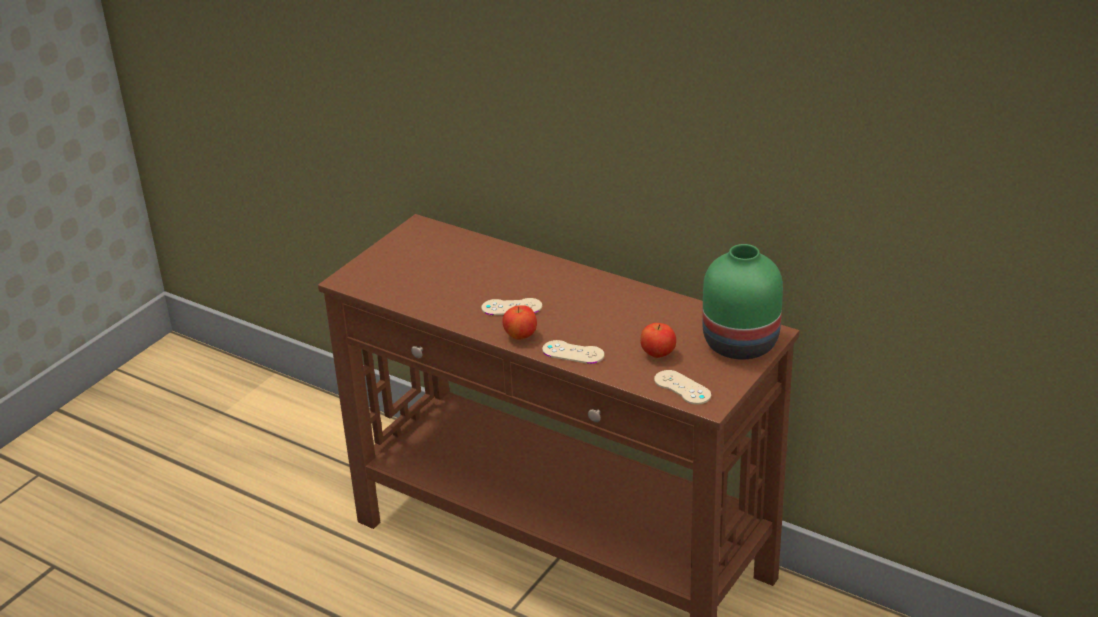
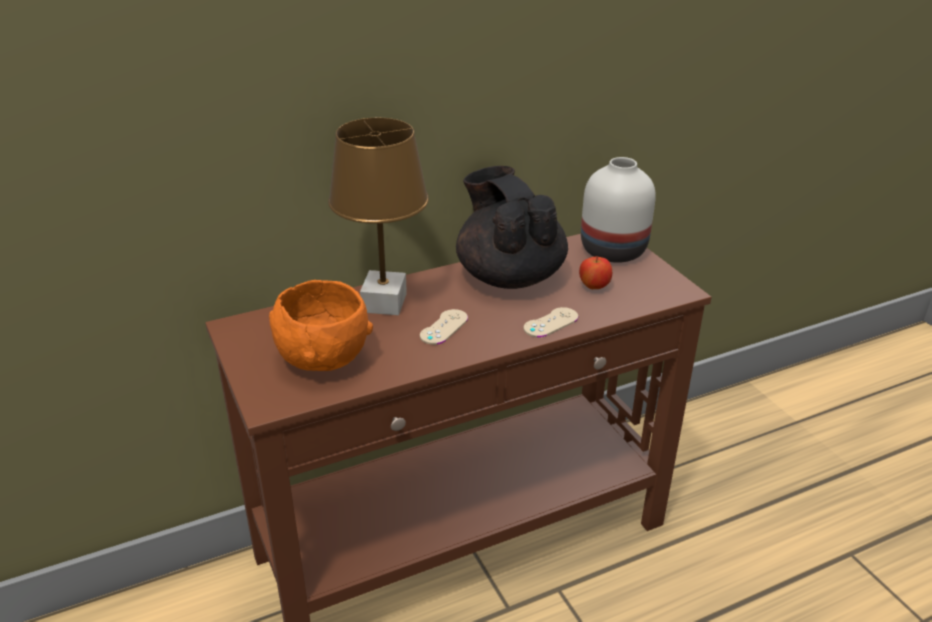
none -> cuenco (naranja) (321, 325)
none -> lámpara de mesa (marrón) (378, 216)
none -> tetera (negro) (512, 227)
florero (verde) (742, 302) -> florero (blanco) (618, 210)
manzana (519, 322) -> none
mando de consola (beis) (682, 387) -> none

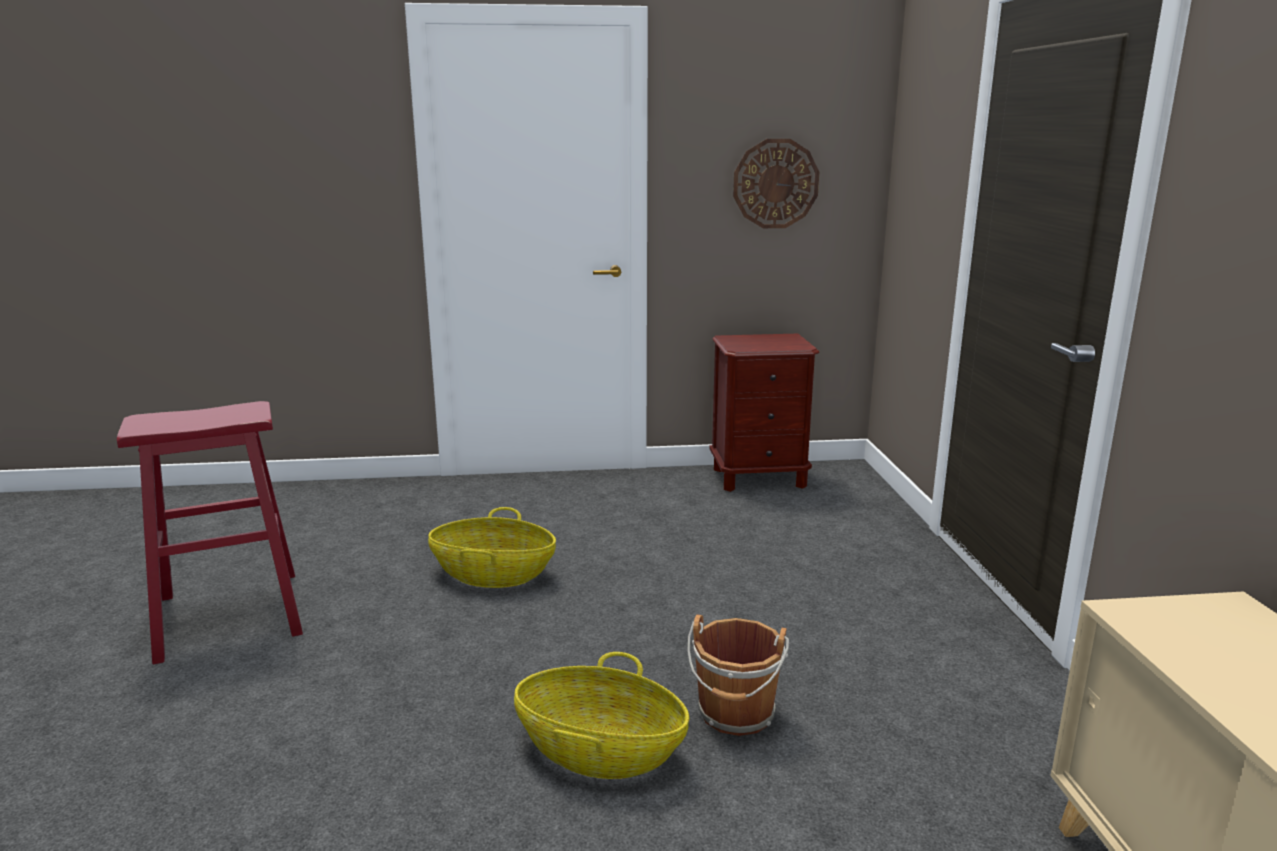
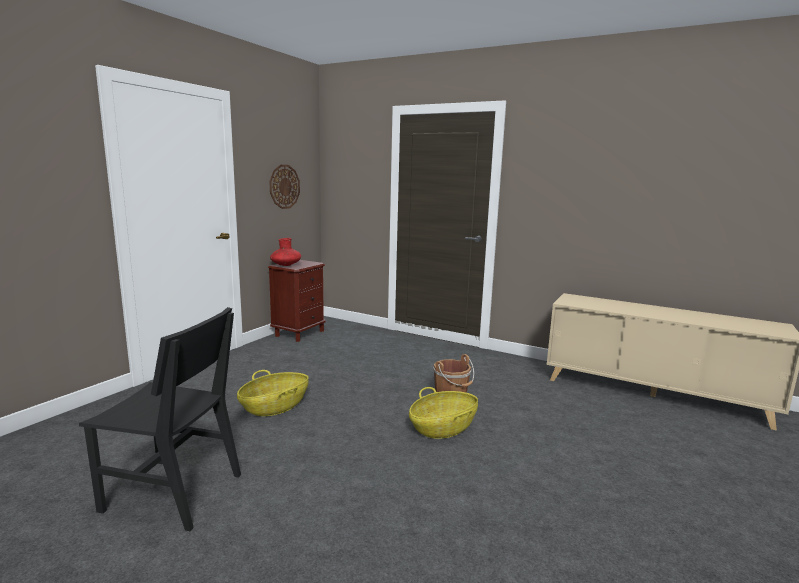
taburete (rojo) (210, 533) -> silla (negro) (160, 419)
none -> florero (rojo) (285, 252)

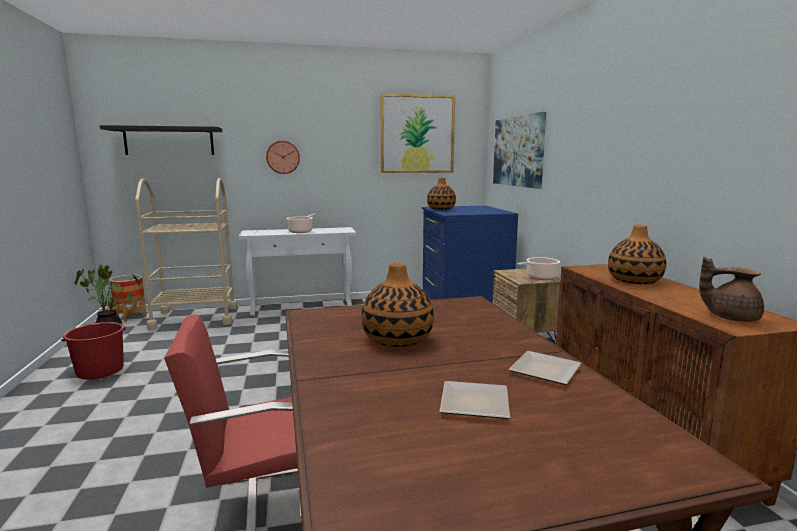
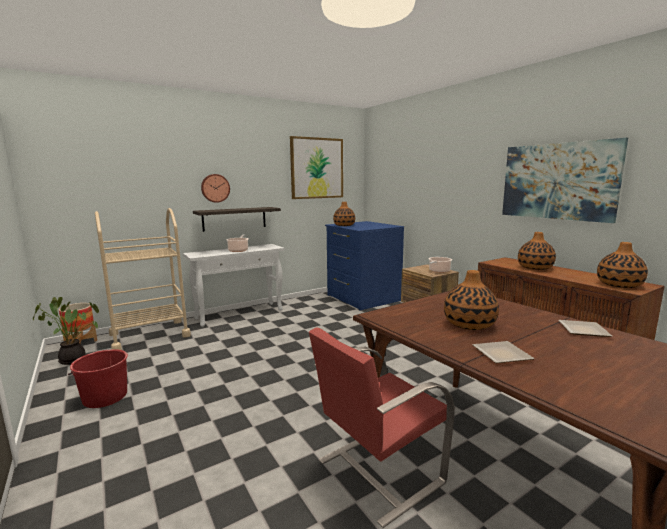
estante (161, 140) -> estante (237, 219), shifted
plato (475, 400) -> plato (503, 352), shifted
cuadro (519, 150) -> cuadro (565, 180), shifted
tetera (marrón) (731, 289) -> florero (622, 265)

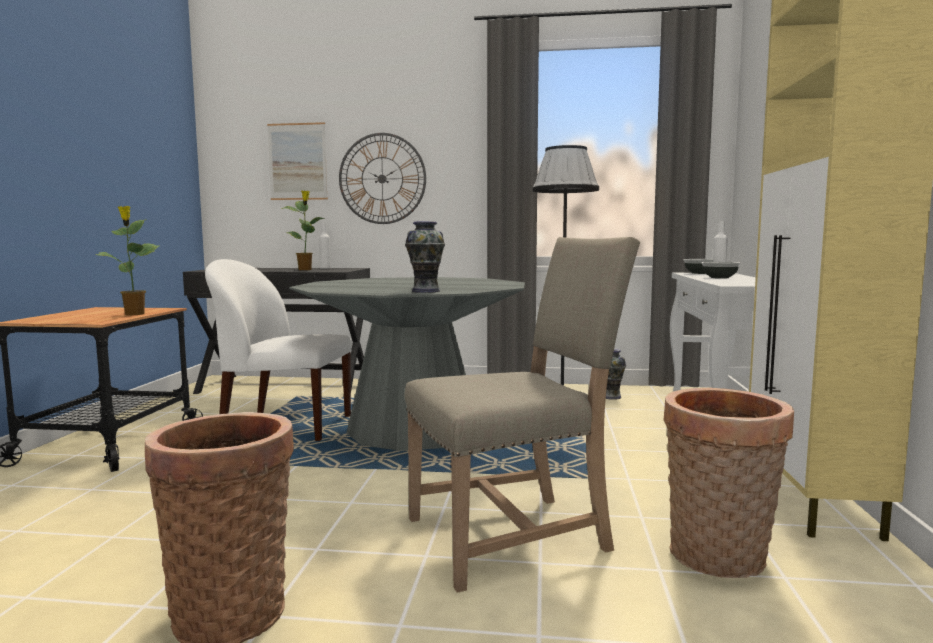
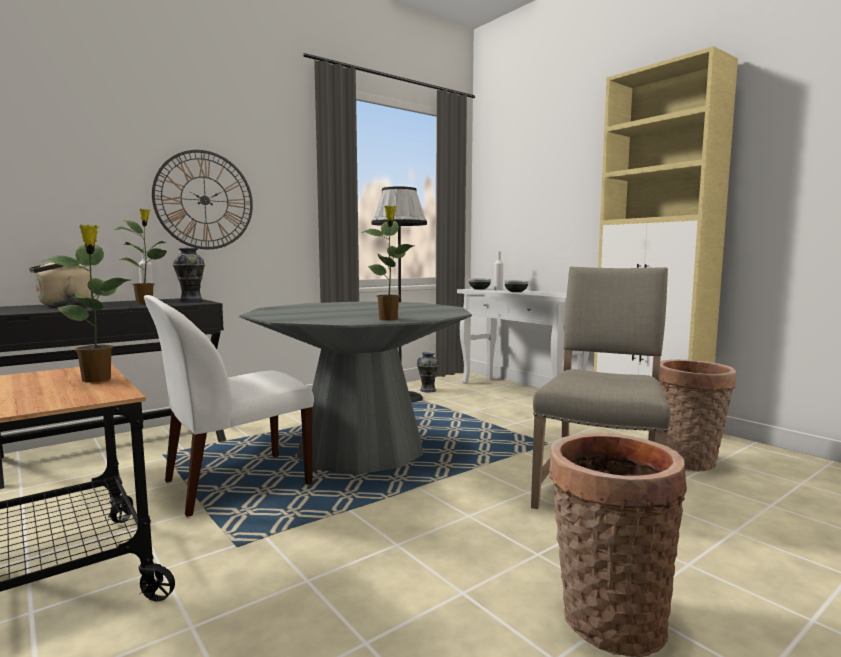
none -> hervidor (beis) (60, 284)
florero (425, 257) -> florero (188, 275), shifted
none -> planta en maceta (387, 263)
cuadro (297, 161) -> none

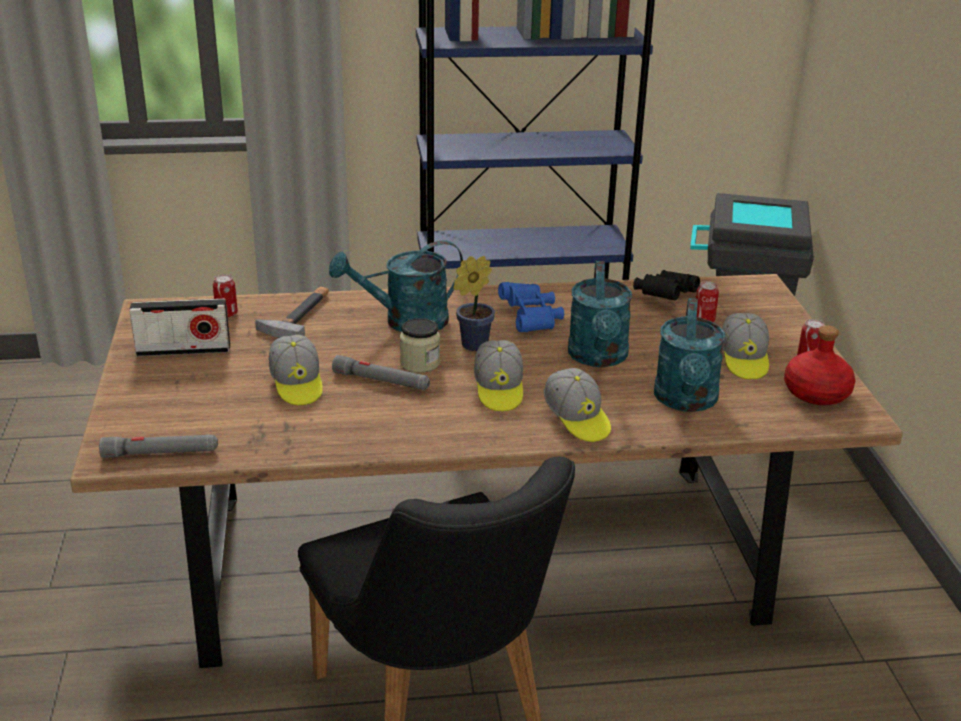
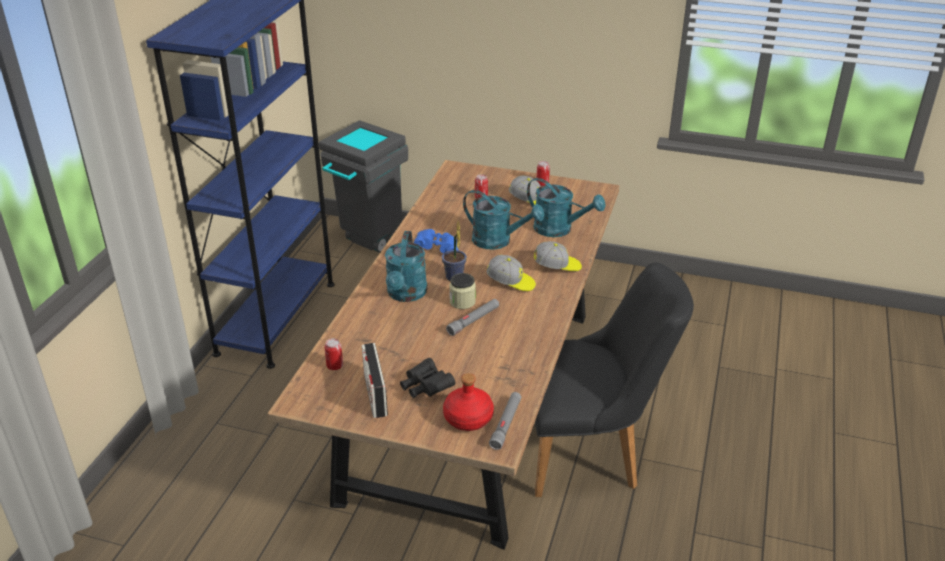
radio (179, 327) -> radio (374, 380), 150 degrees clockwise
prismáticos (negro) (666, 285) -> prismáticos (negro) (427, 378), shifted
botella (rojo) (819, 365) -> botella (rojo) (468, 402), shifted
martillo (292, 312) -> none
gorra (296, 370) -> none

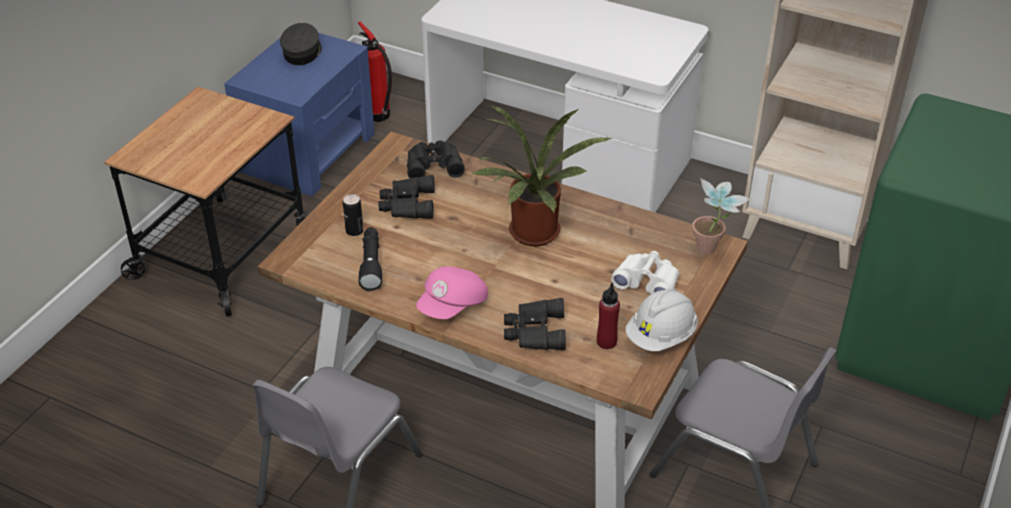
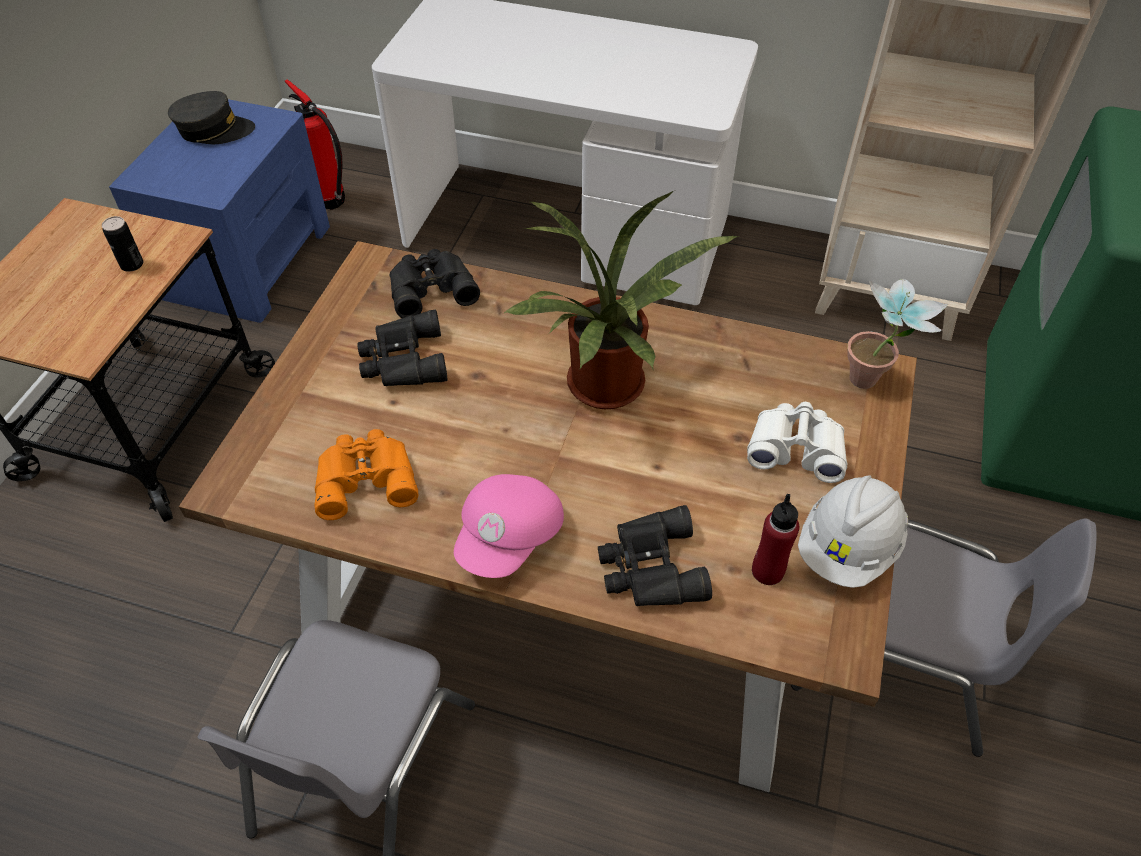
lata (353, 215) -> lata (122, 244), shifted
gorra (gris) (301, 44) -> gorra (gris) (211, 117), 90 degrees clockwise
linterna (negro) (370, 259) -> prismáticos (naranja) (366, 474)

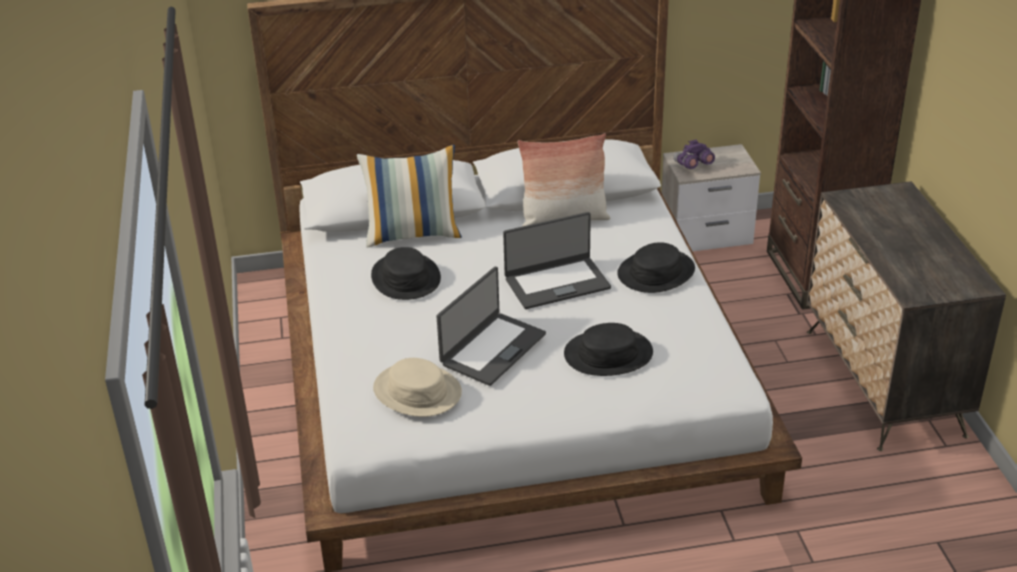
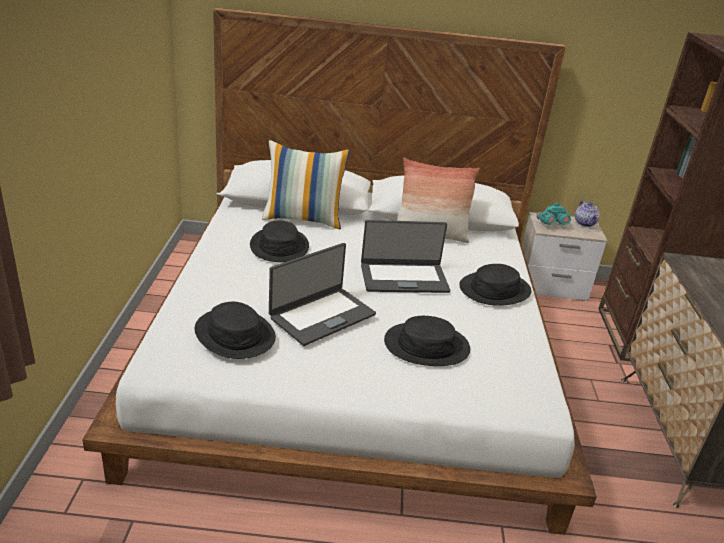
sombrero (beis) (417, 387) -> sombrero (negro) (235, 330)
prismáticos (morado) (694, 154) -> prismáticos (turquesa) (553, 214)
none -> tetera (587, 213)

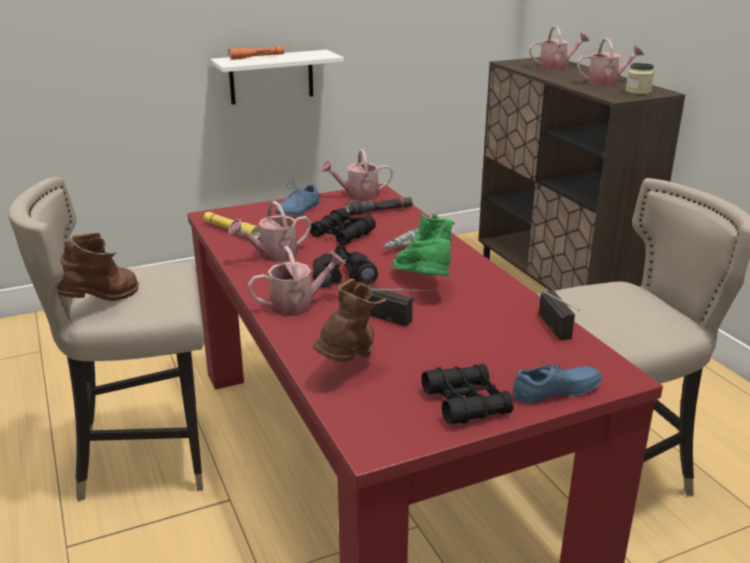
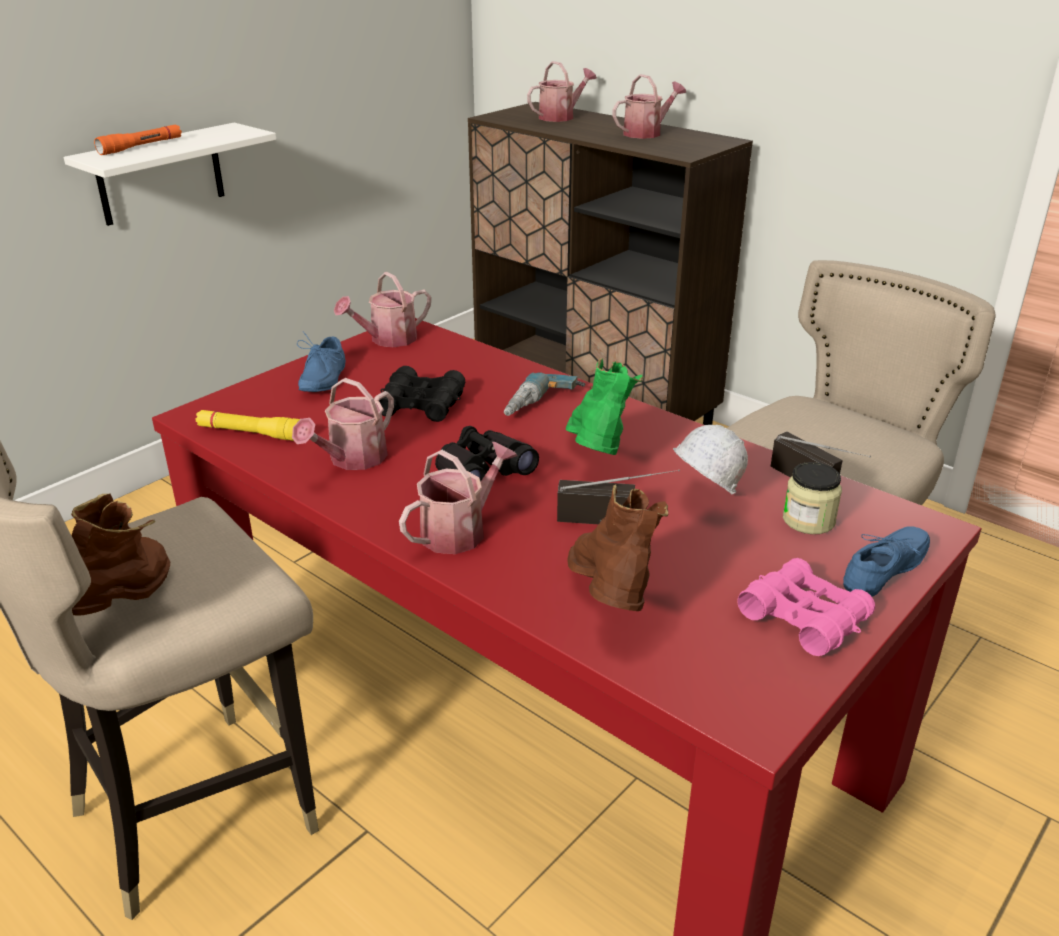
bota (verde) (423, 244) -> bota (verde) (605, 406), 45 degrees clockwise
none -> casco (blanco) (710, 460)
prismáticos (negro) (468, 394) -> prismáticos (rosa) (806, 607)
tarro (640, 78) -> tarro (812, 498), shifted
linterna (negro) (379, 206) -> none

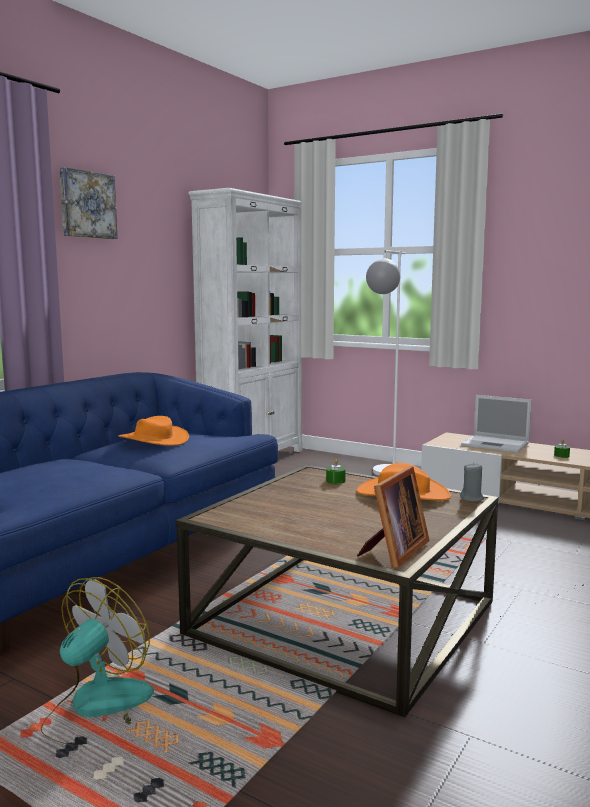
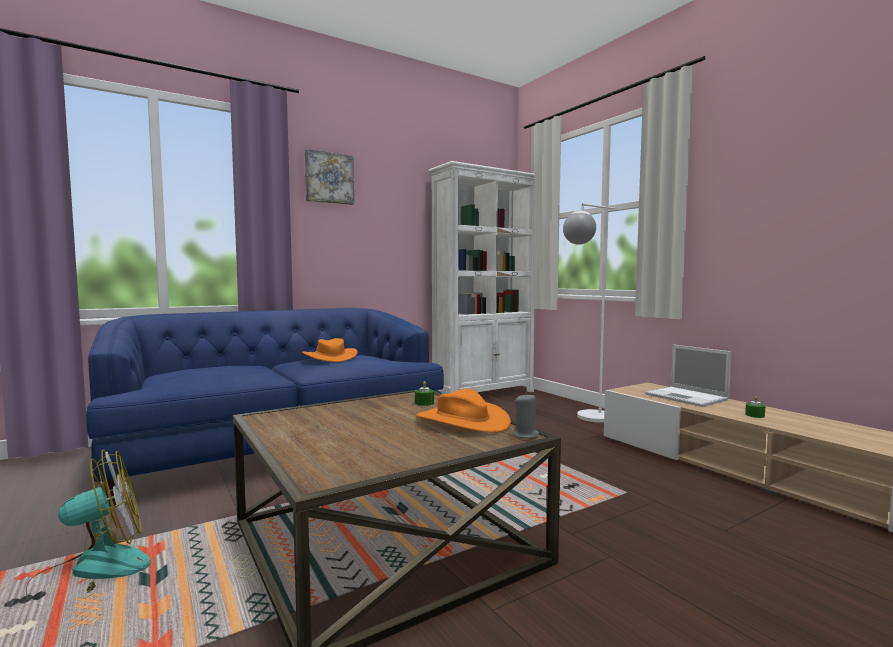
portarretratos (393, 517) -> none

